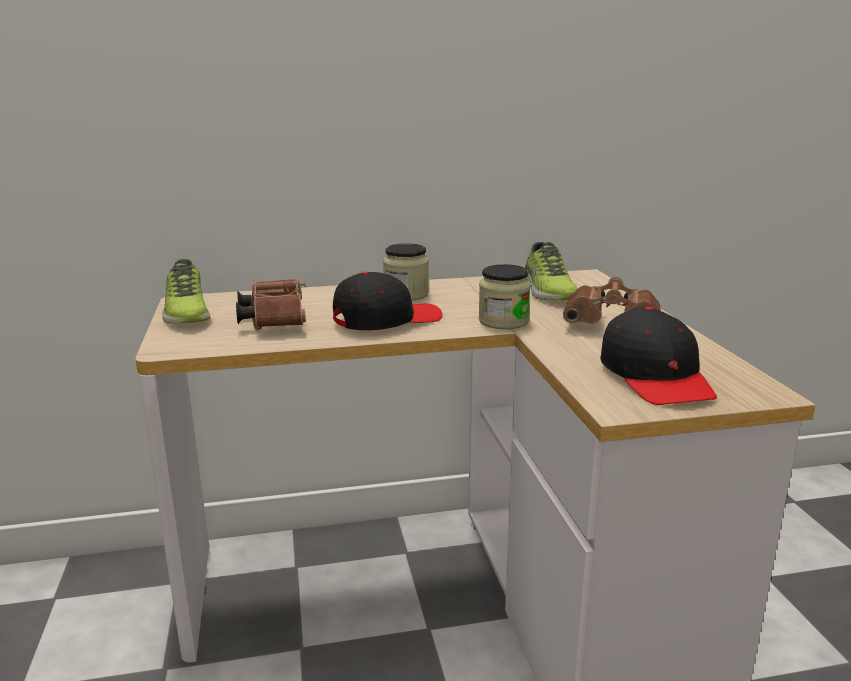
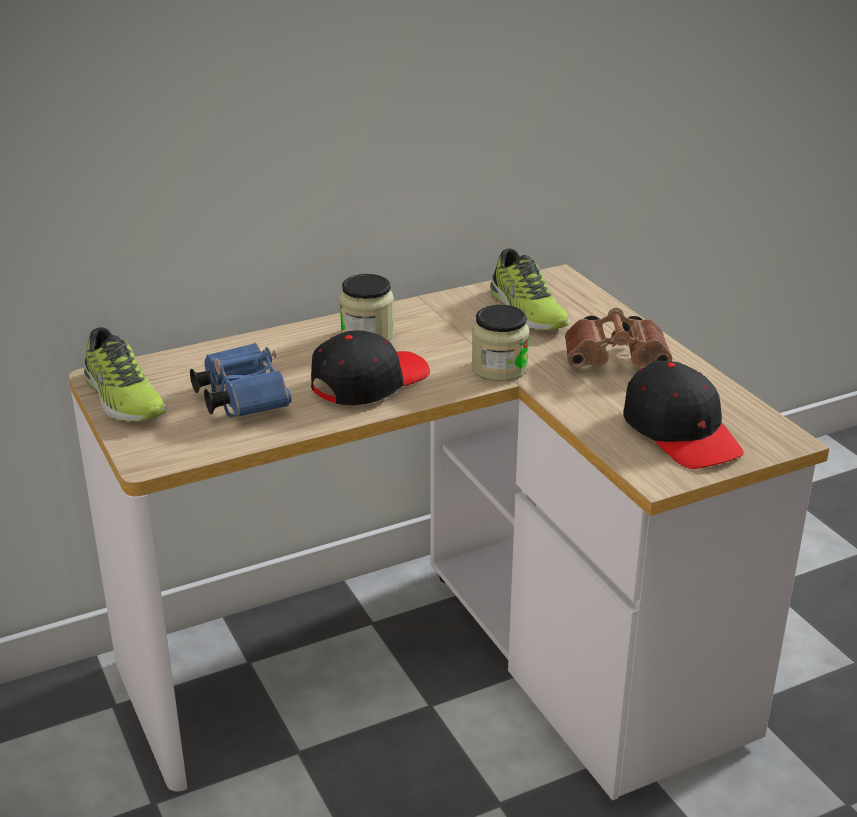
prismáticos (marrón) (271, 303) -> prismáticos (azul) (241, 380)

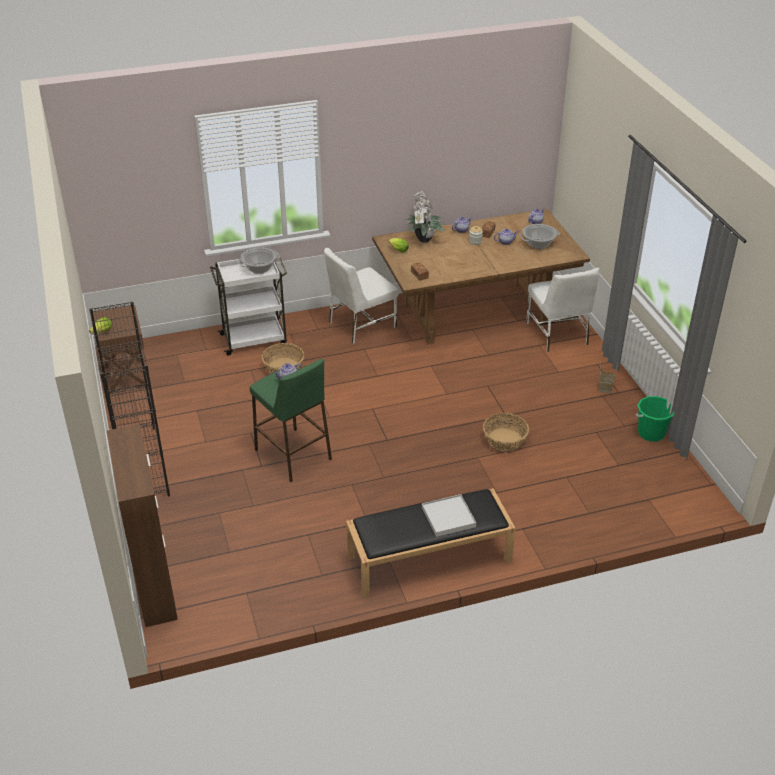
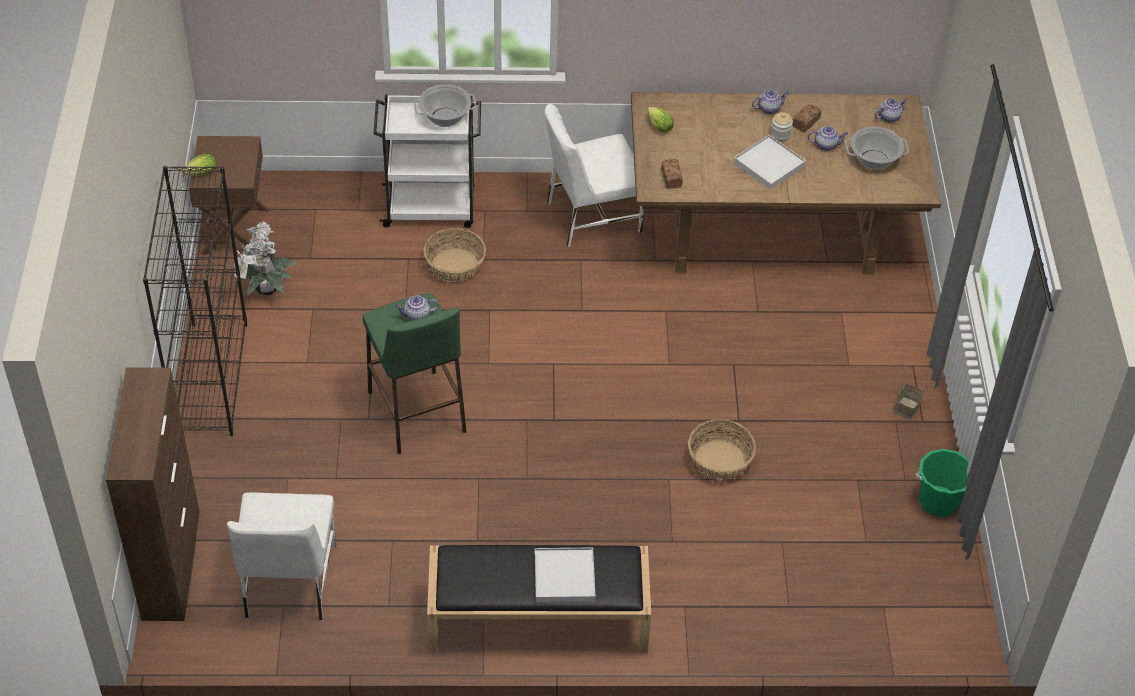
silla (blanco) (562, 310) -> silla (blanco) (281, 556), shifted
planta en maceta (424, 217) -> planta en maceta (265, 258), shifted
none -> bandeja (blanco) (770, 162)

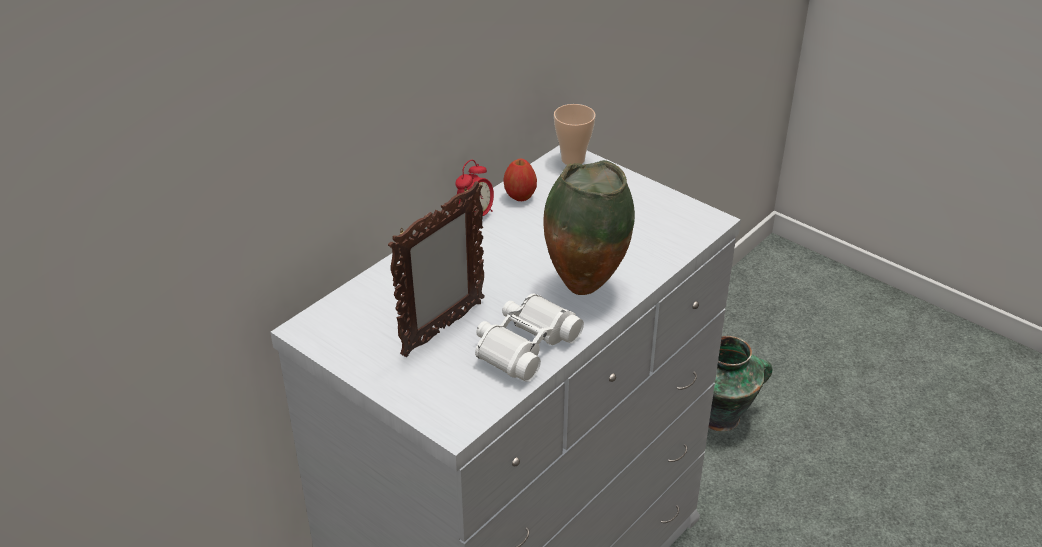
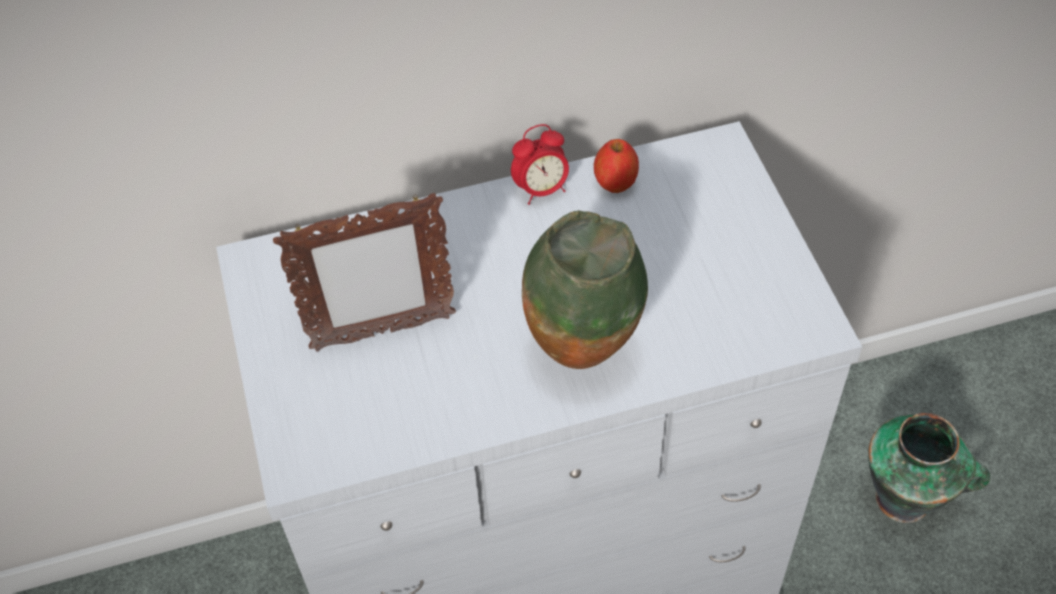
prismáticos (blanco) (529, 337) -> none
taza (575, 134) -> none

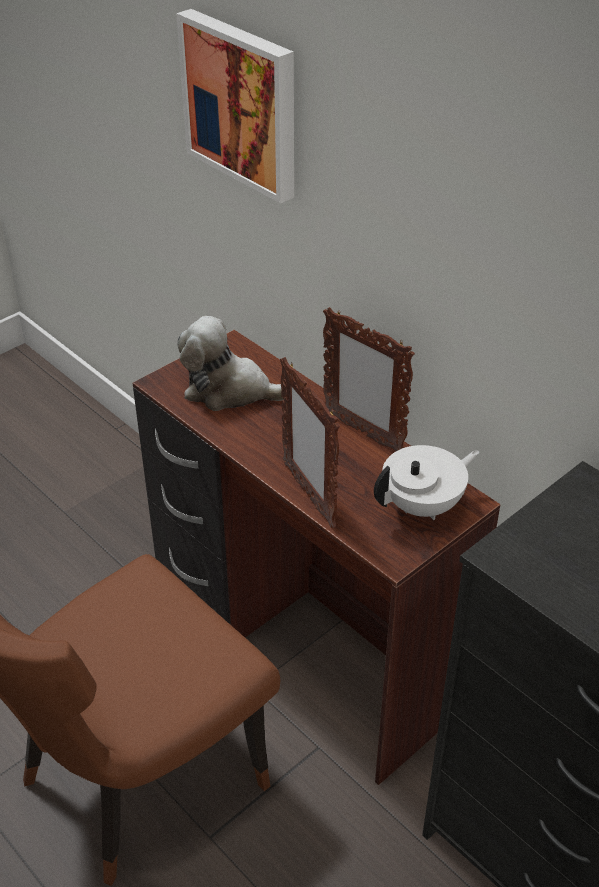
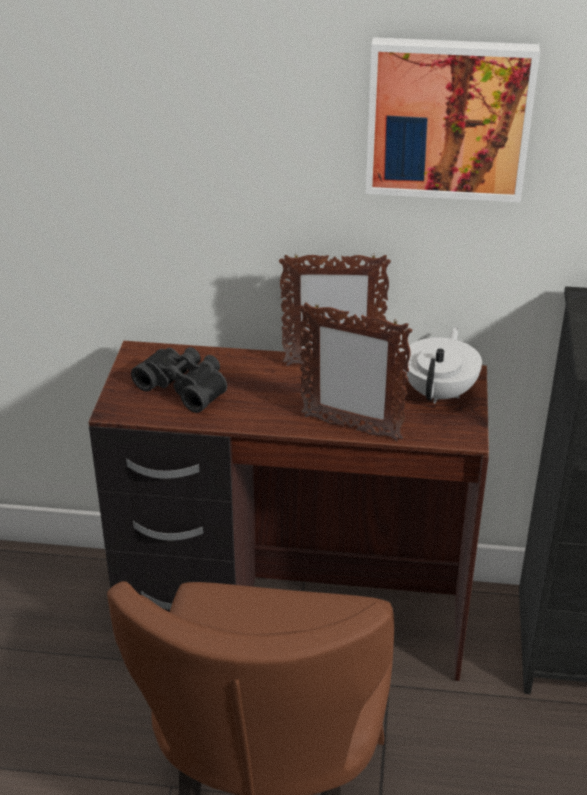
peluche (230, 363) -> prismáticos (negro) (179, 380)
cuadro (235, 106) -> cuadro (452, 119), shifted

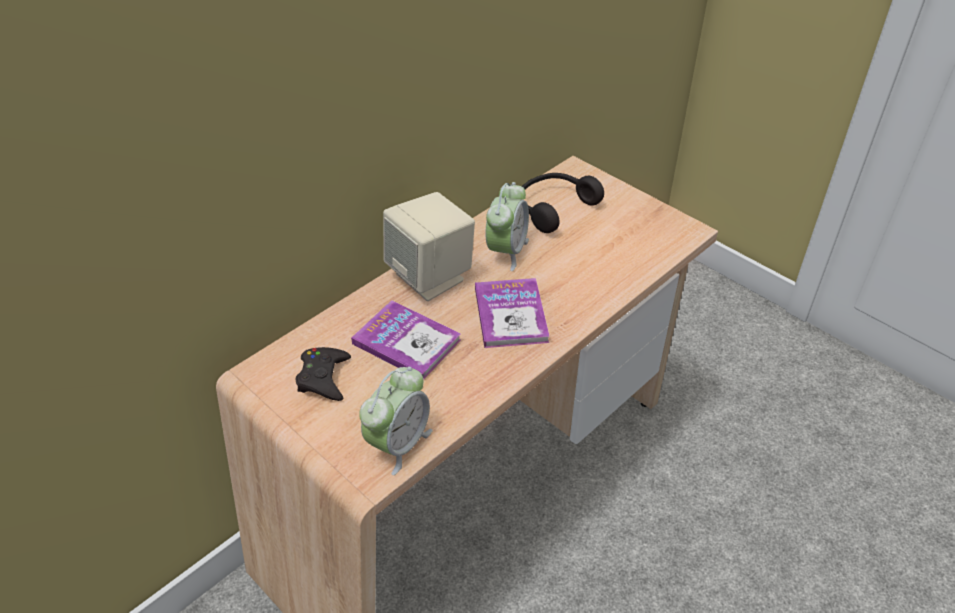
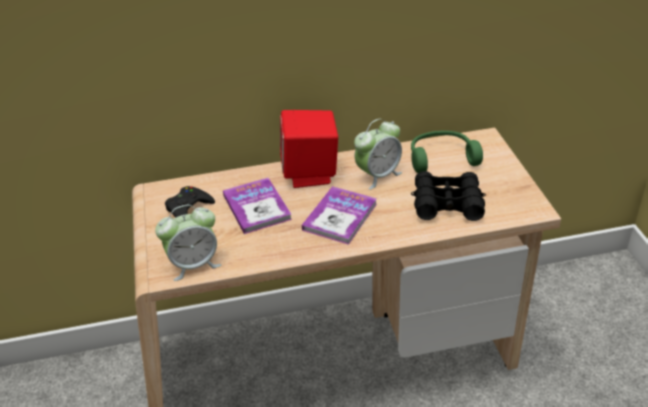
altavoz (beis) (429, 246) -> altavoz (rojo) (309, 149)
auriculares (negro) (563, 203) -> auriculares (verde) (447, 152)
none -> prismáticos (negro) (448, 196)

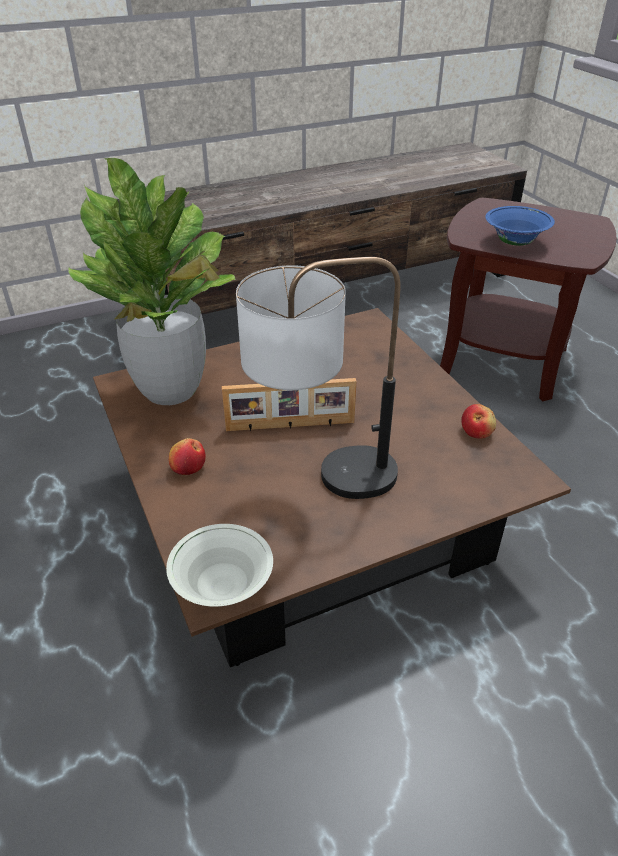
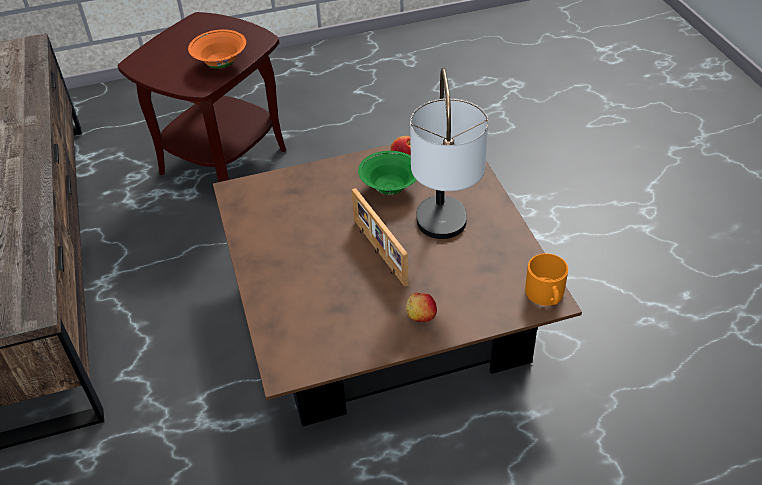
cuenco (azul) (520, 226) -> cuenco (naranja) (217, 48)
portarretratos (289, 404) -> portarretratos (380, 237), 150 degrees clockwise
none -> cuenco (verde) (387, 173)
cuenco (blanco) (219, 565) -> taza grande (naranja) (546, 279)
planta en maceta (151, 281) -> none

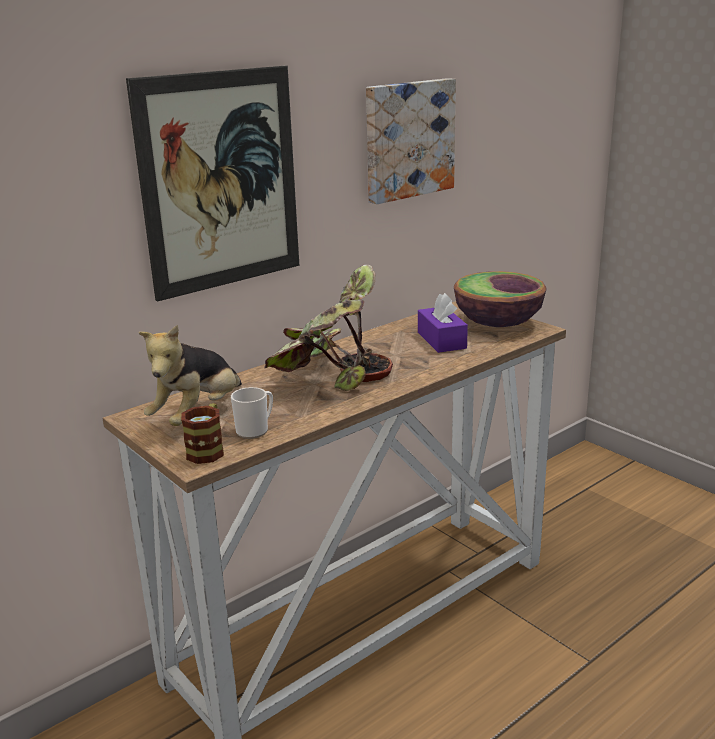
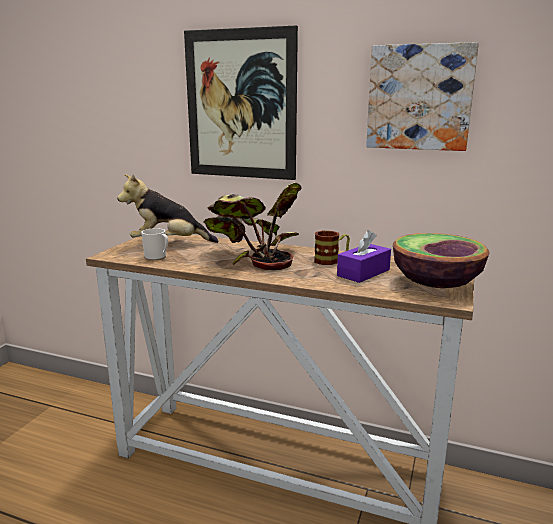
taza grande (202, 433) -> taza grande (332, 248), shifted

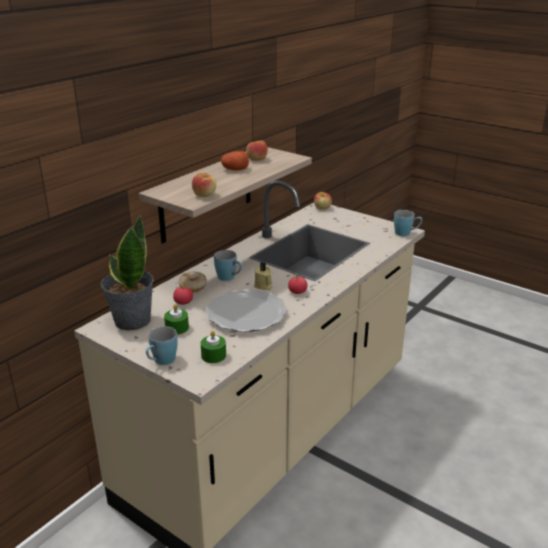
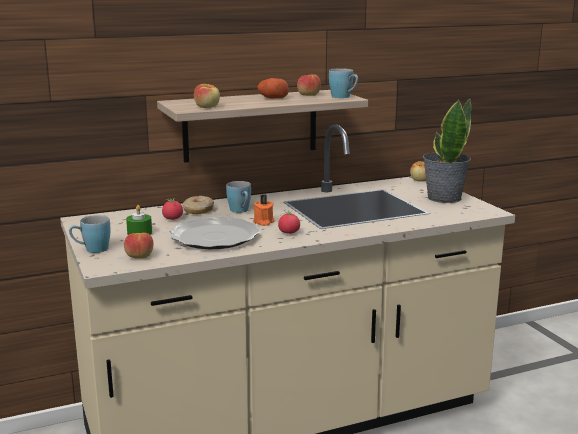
vela (verde) (213, 347) -> manzana (139, 246)
vela (beis) (263, 276) -> vela (naranja) (264, 210)
taza grande (azul) (408, 223) -> taza grande (azul) (343, 83), shifted
planta en maceta (127, 273) -> planta en maceta (447, 151), shifted

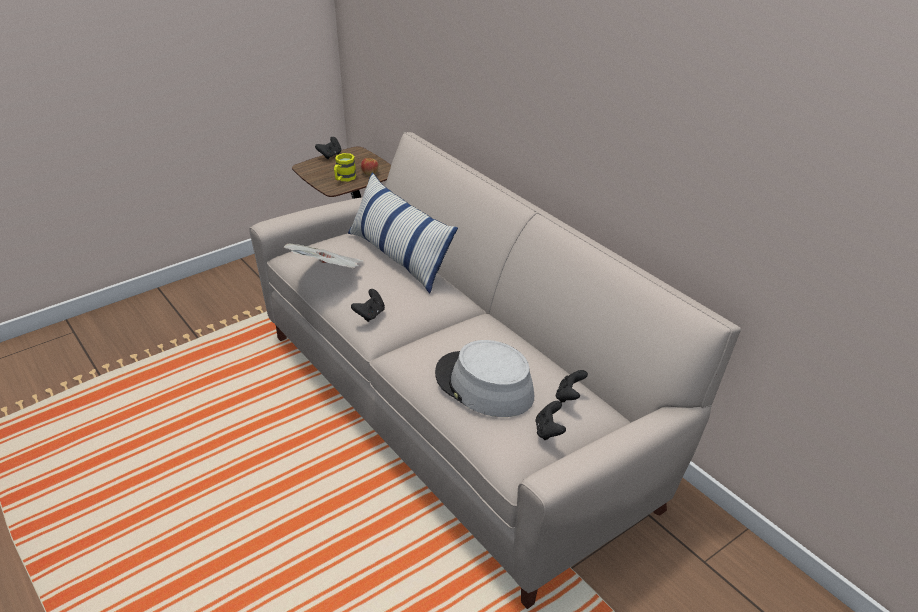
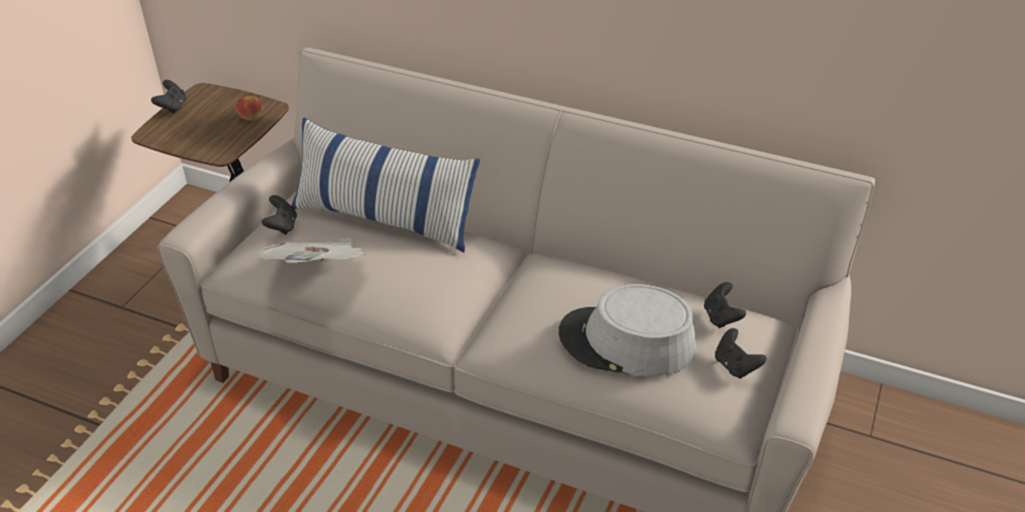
mando de consola (negro) (368, 305) -> mando de consola (negro) (279, 215), shifted
taza grande (amarillo) (345, 167) -> none

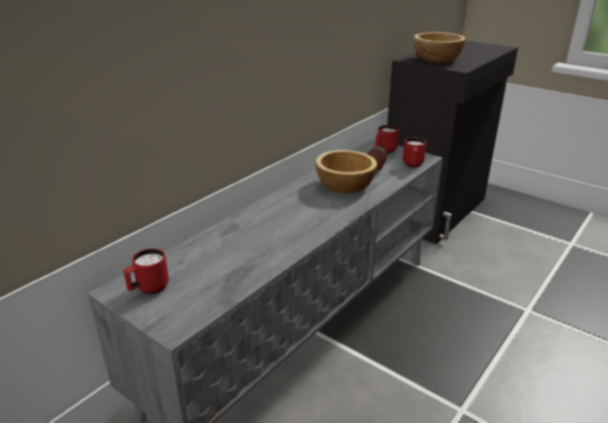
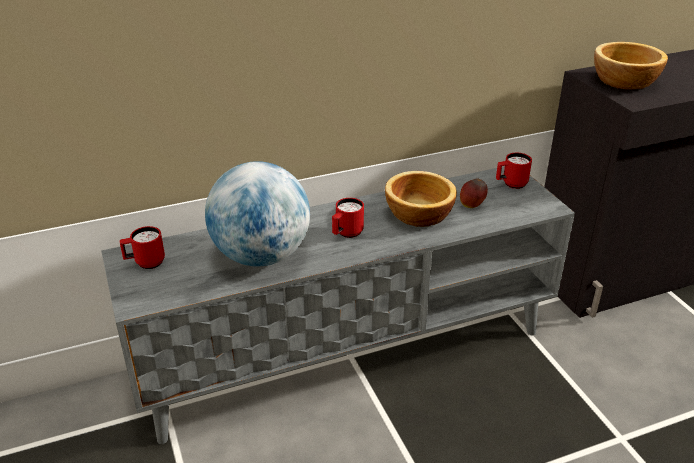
none -> globo terráqueo (257, 213)
taza grande (rojo) (414, 152) -> taza grande (rojo) (348, 218), shifted

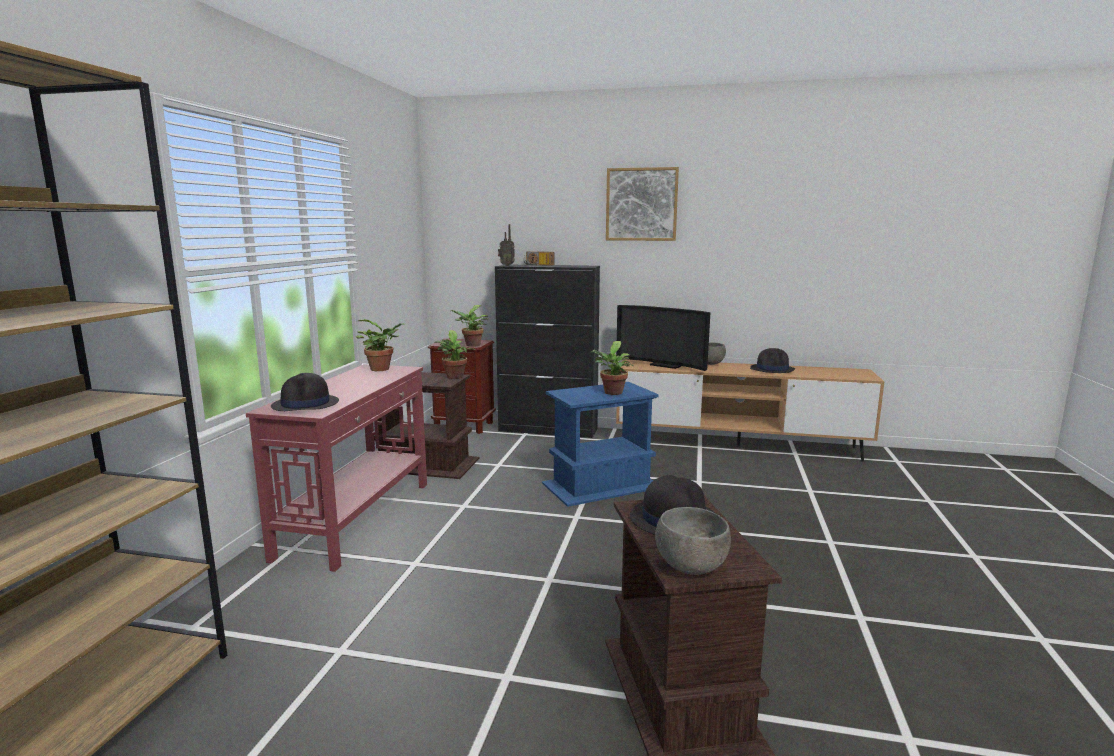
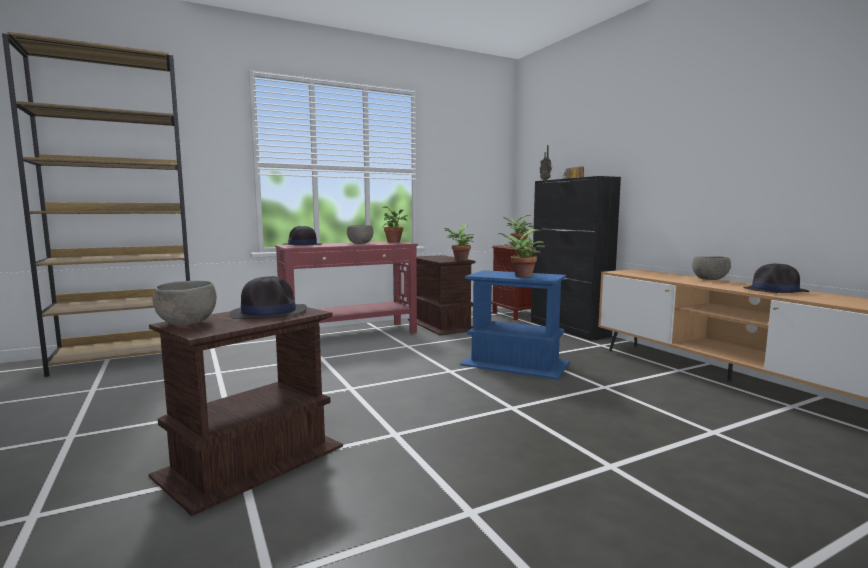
none -> cuenco (gris) (360, 234)
cuadro (642, 204) -> none
televisor (663, 338) -> none

